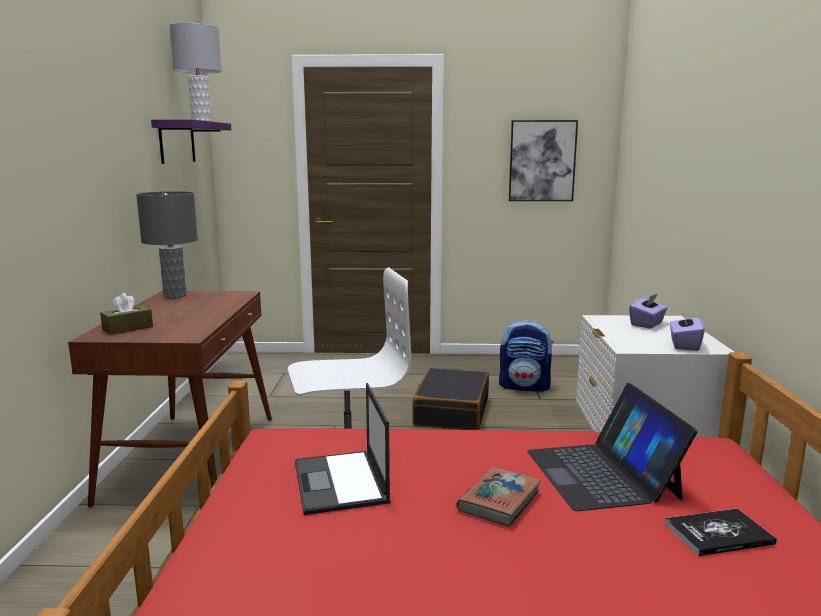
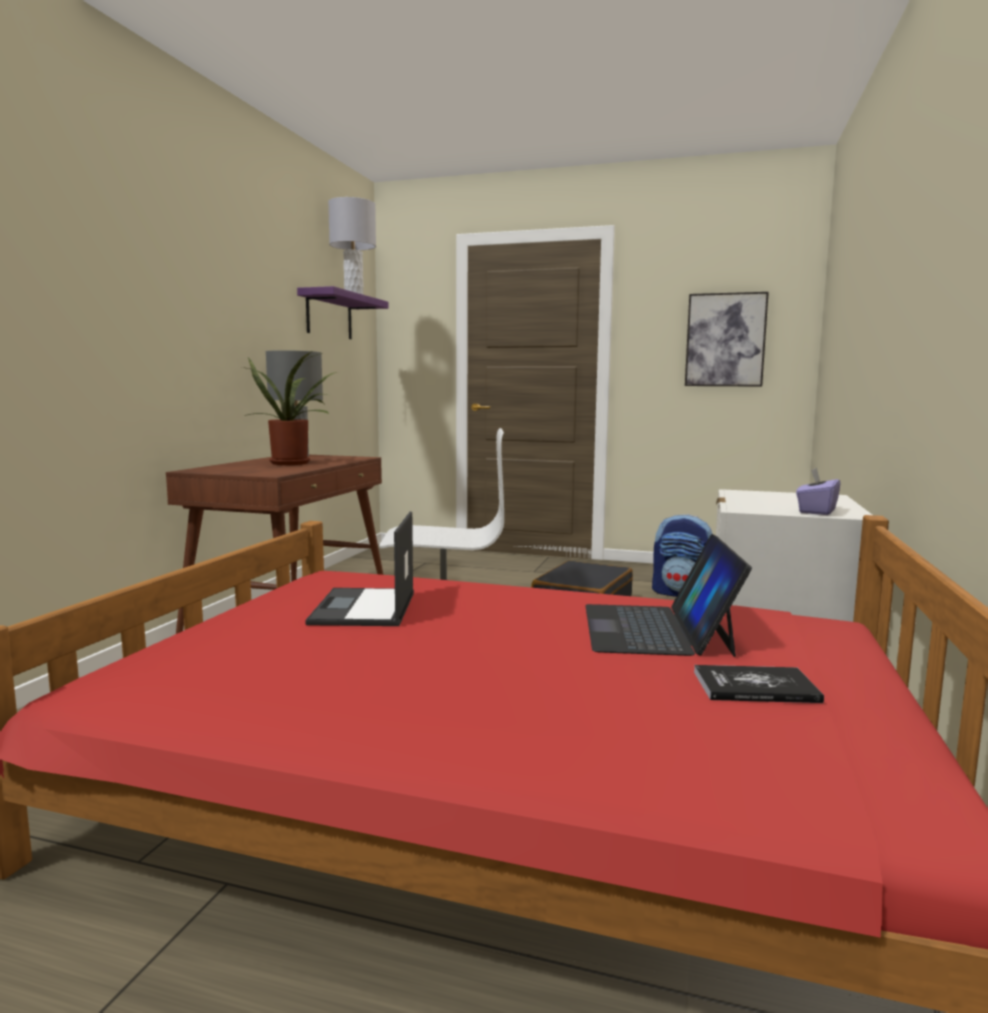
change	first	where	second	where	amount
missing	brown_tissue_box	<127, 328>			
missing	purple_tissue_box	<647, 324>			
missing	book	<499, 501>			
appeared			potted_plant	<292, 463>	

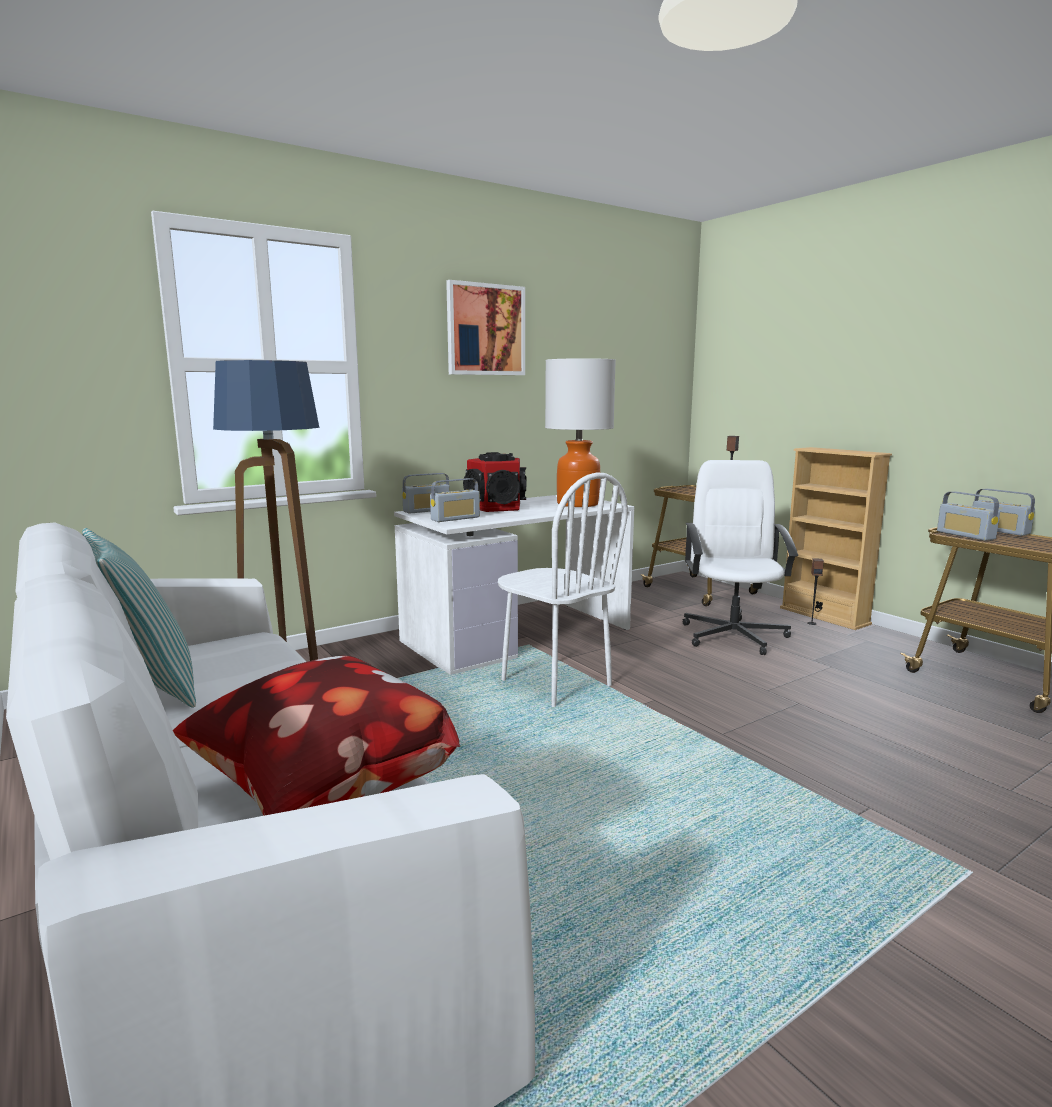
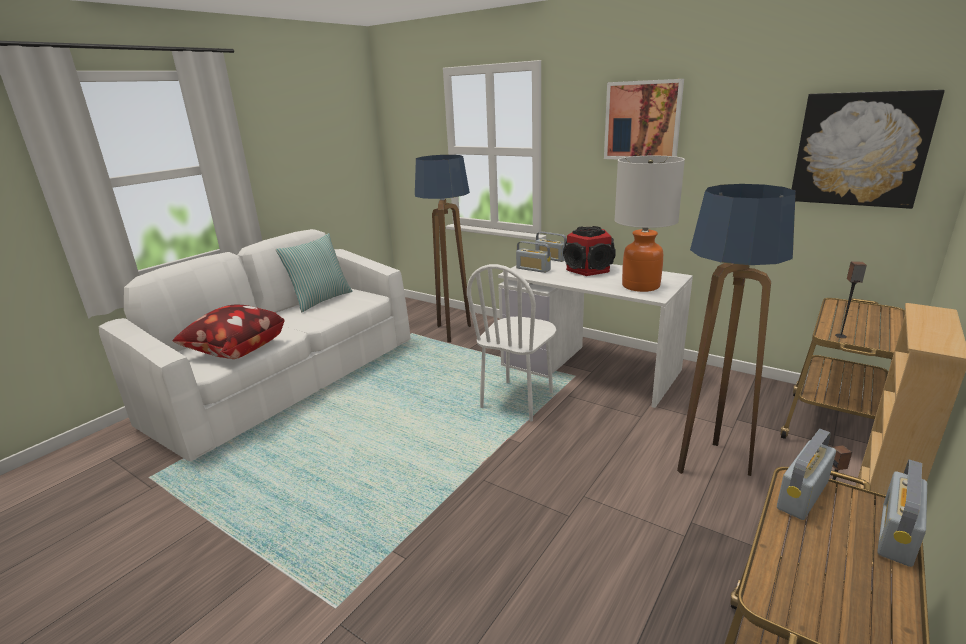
change	first	where	second	where	amount
exchanged	white_office_chair	<733, 635>	floor_lamp	<708, 464>	
appeared			picture	<860, 149>	

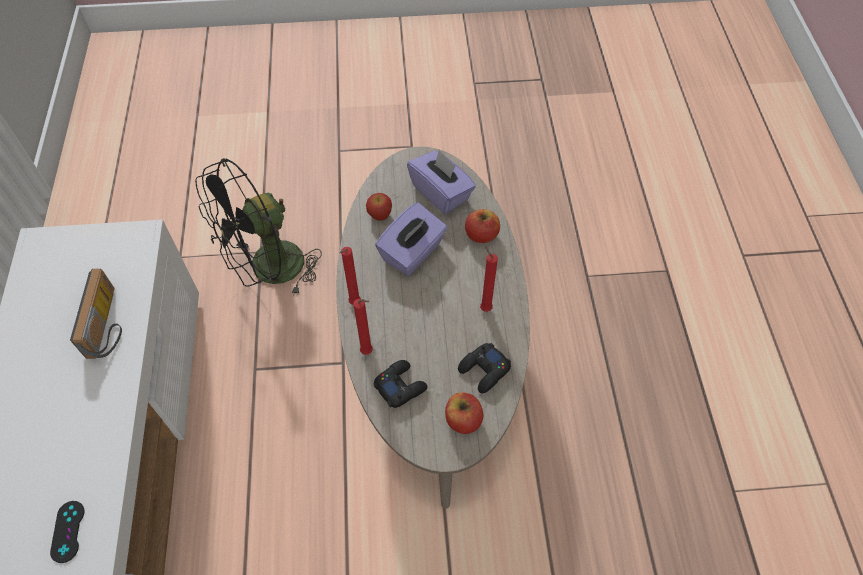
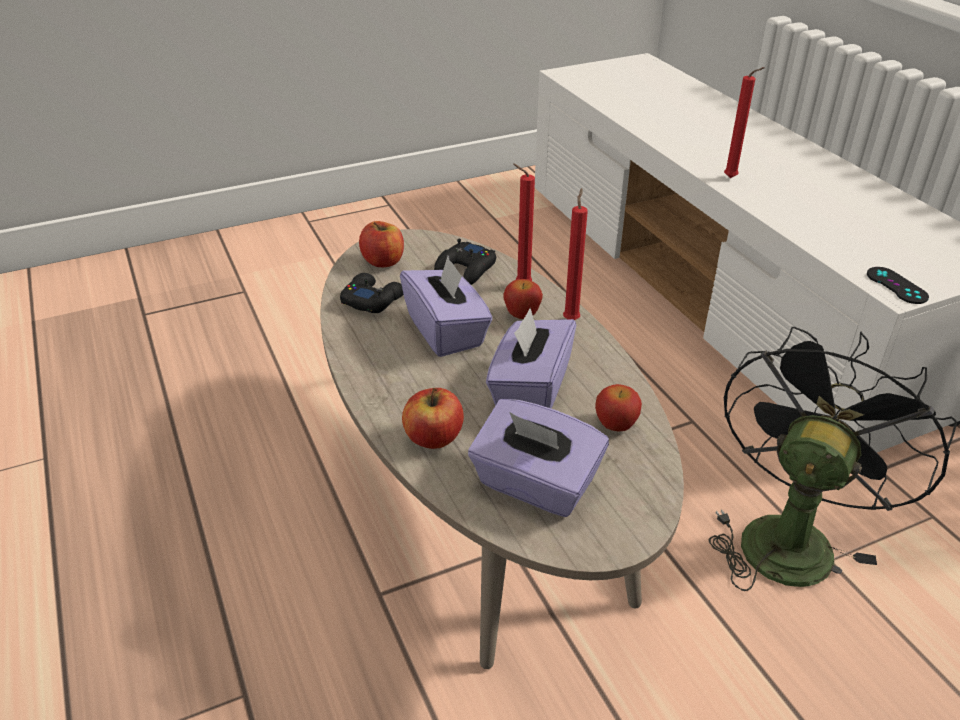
change	first	where	second	where	amount
relocated	red_candle	<484, 307>		<732, 178>	
missing	radio	<108, 325>			
relocated	black_game_controller	<68, 531>		<896, 285>	
appeared			purple_tissue_box	<446, 331>	
appeared			apple	<522, 314>	

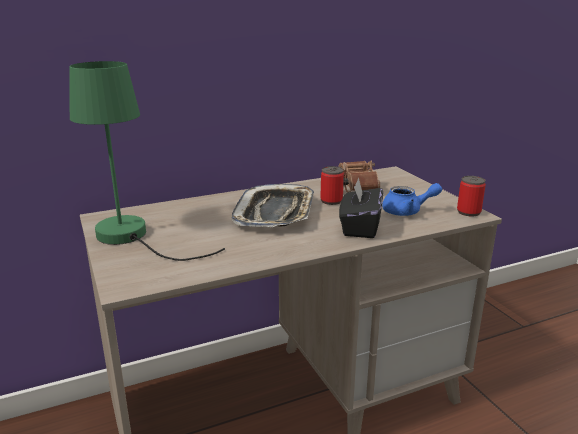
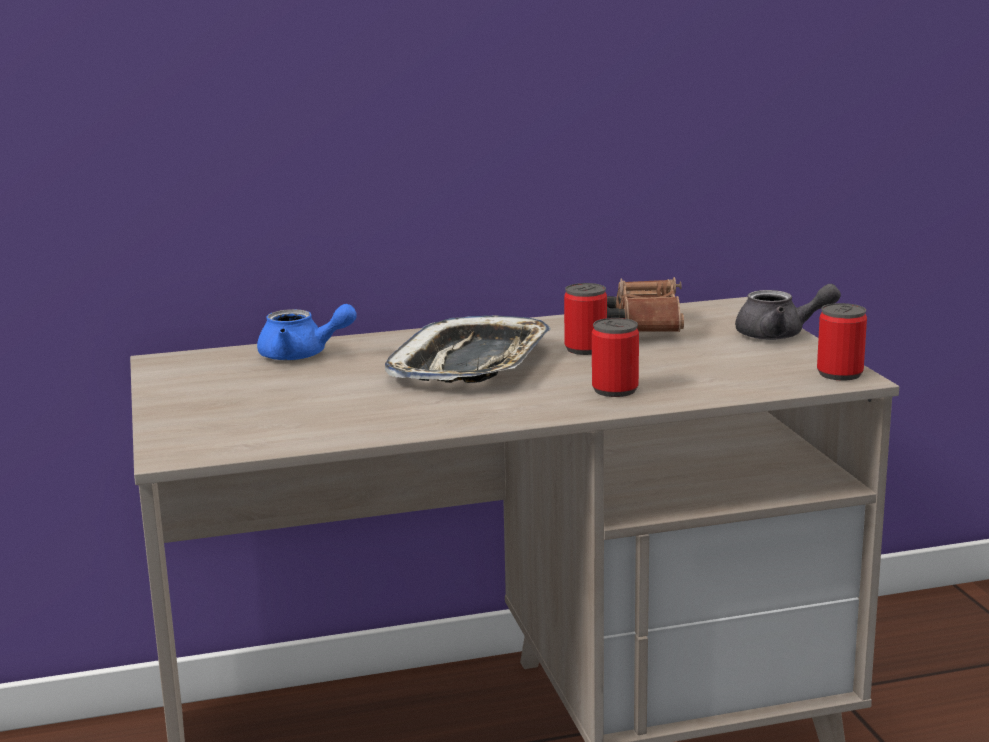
change	first	where	second	where	amount
missing	green_table_lamp	<132, 237>			
exchanged	black_tissue_box	<360, 227>	can	<615, 390>	
relocated	blue_teapot	<407, 211>		<302, 355>	
appeared			grey_teapot	<780, 335>	

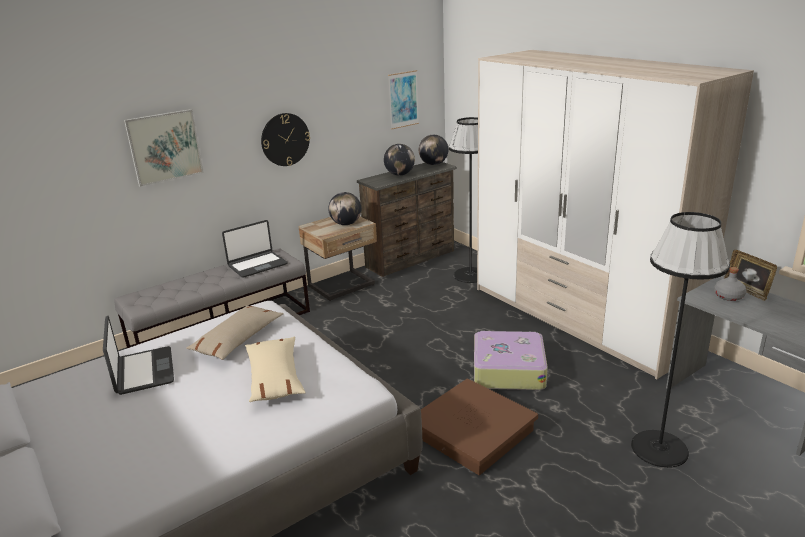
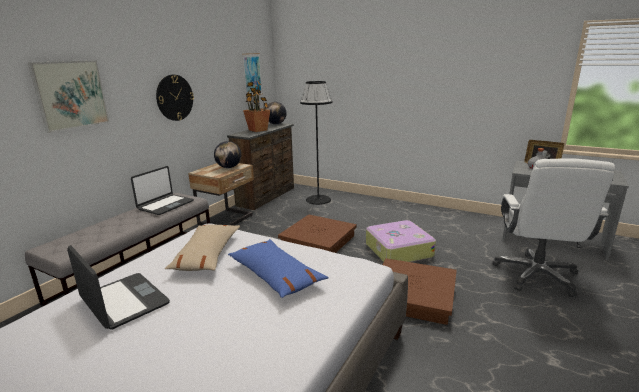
change	first	where	second	where	amount
missing	wardrobe	<579, 317>			
exchanged	globe	<400, 174>	potted_plant	<257, 130>	
exchanged	black_floor_lamp	<659, 448>	white_office_chair	<536, 275>	
colour	beige_pillow	<275, 377>	blue_pillow	<275, 276>	
appeared			brown_storage_box	<318, 240>	

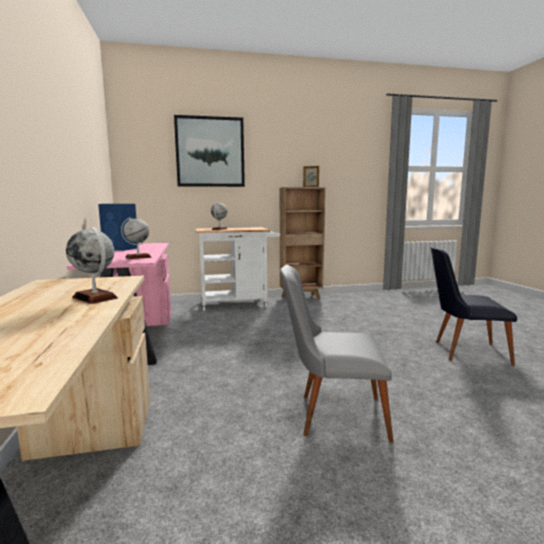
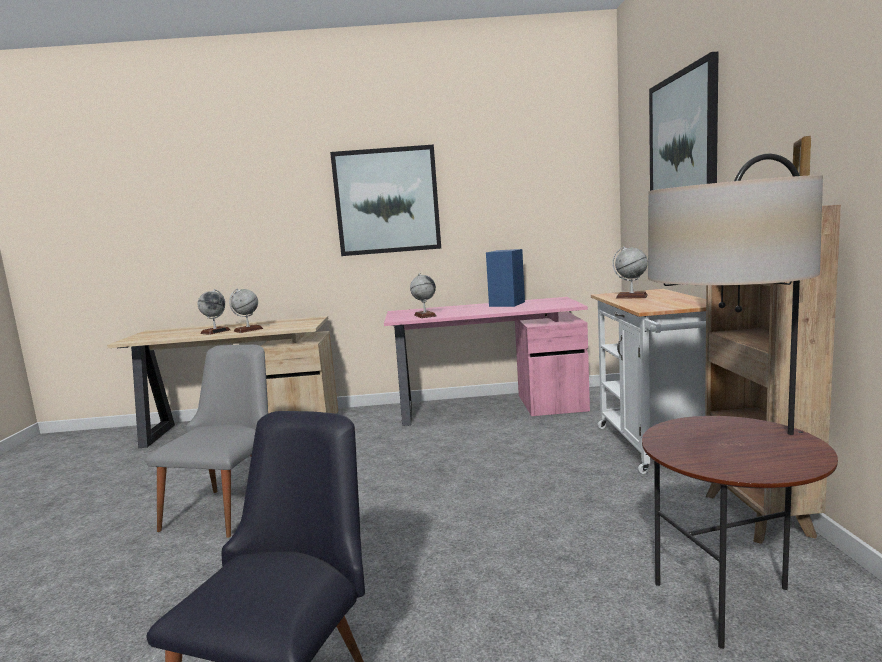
change	first	where	second	where	amount
appeared			picture	<387, 201>	
appeared			floor_lamp	<730, 602>	
appeared			globe	<215, 331>	

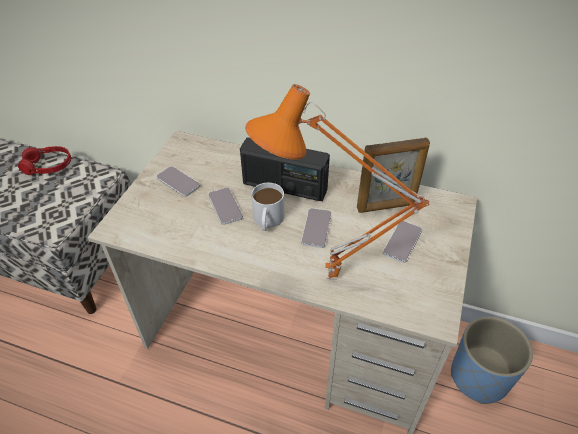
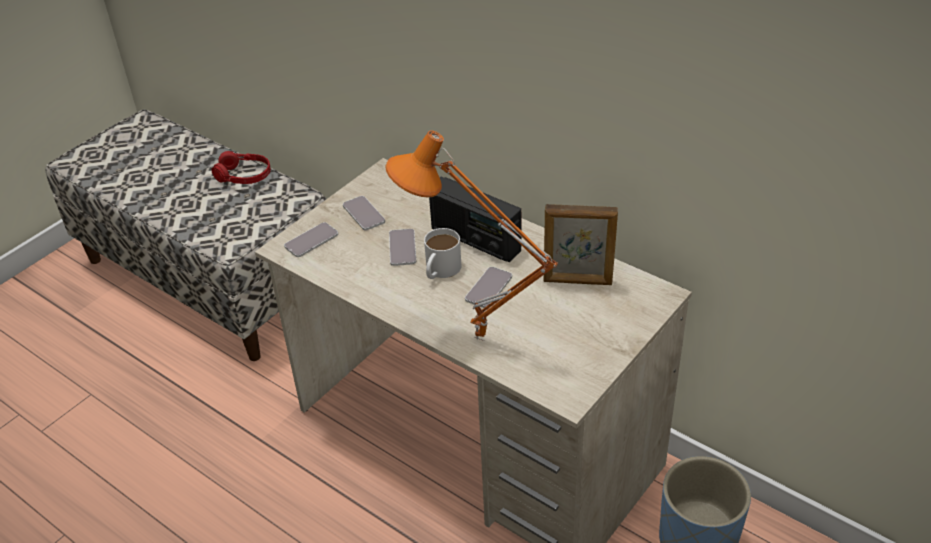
change	first	where	second	where	amount
relocated	phone	<402, 242>		<311, 240>	

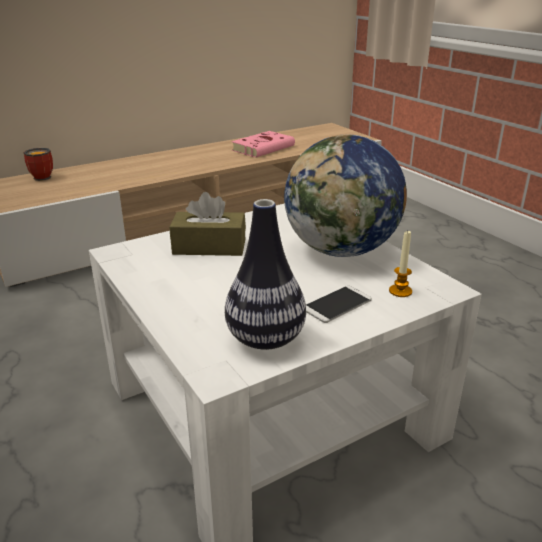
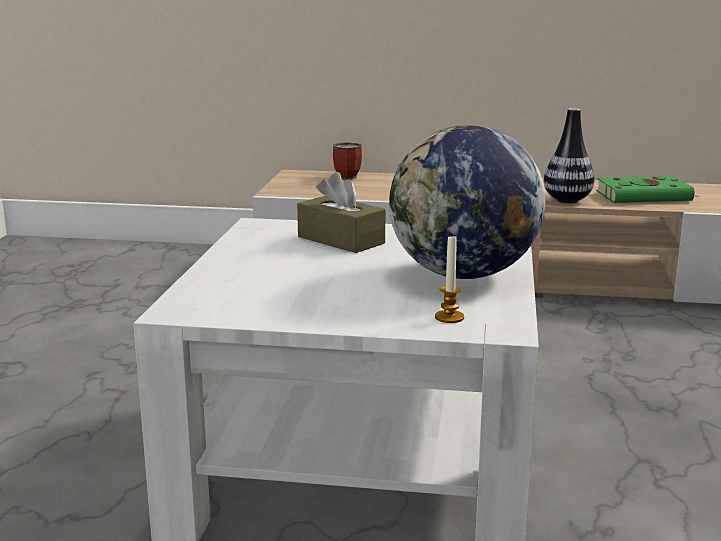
change	first	where	second	where	amount
colour	pink_book	<264, 148>	green_book	<646, 196>	
relocated	vase	<265, 340>		<567, 200>	
missing	phone	<337, 305>			

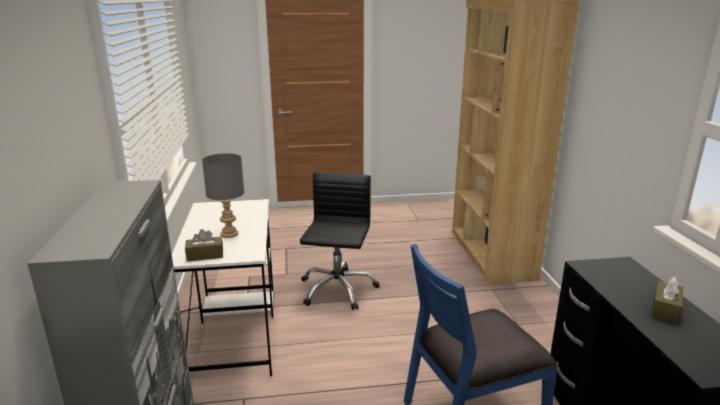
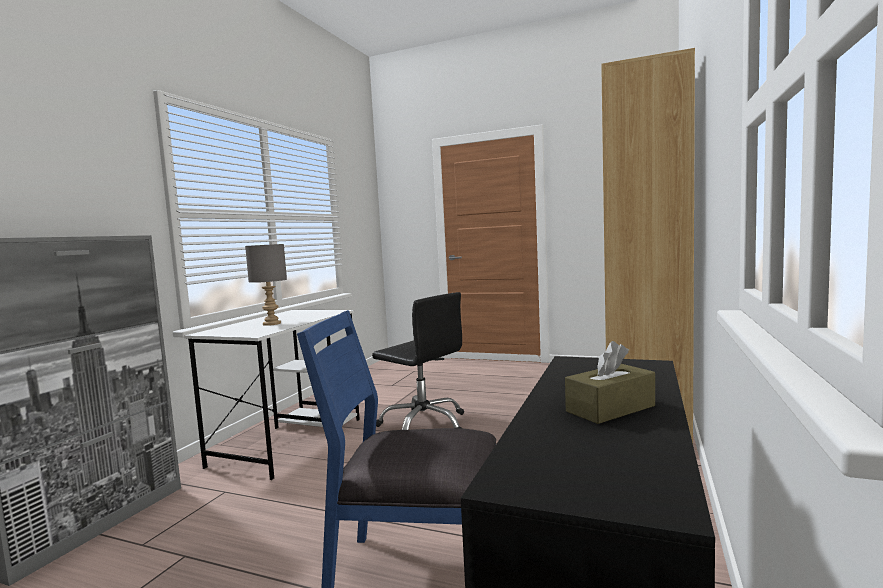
change	first	where	second	where	amount
spun	black_office_chair	<337, 289>		<424, 424>	90 degrees clockwise
missing	brown_tissue_box	<205, 255>			

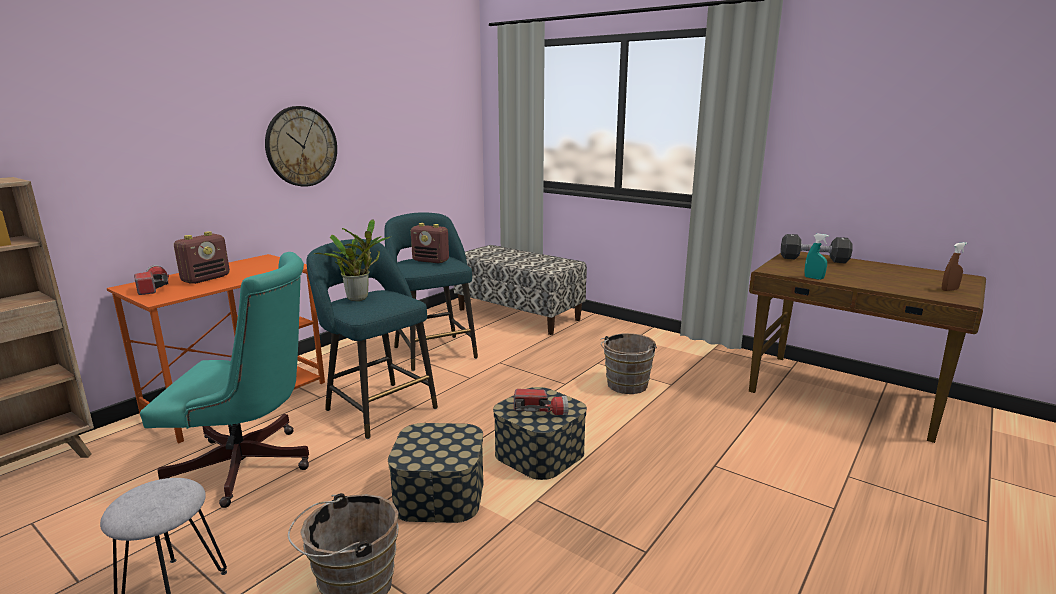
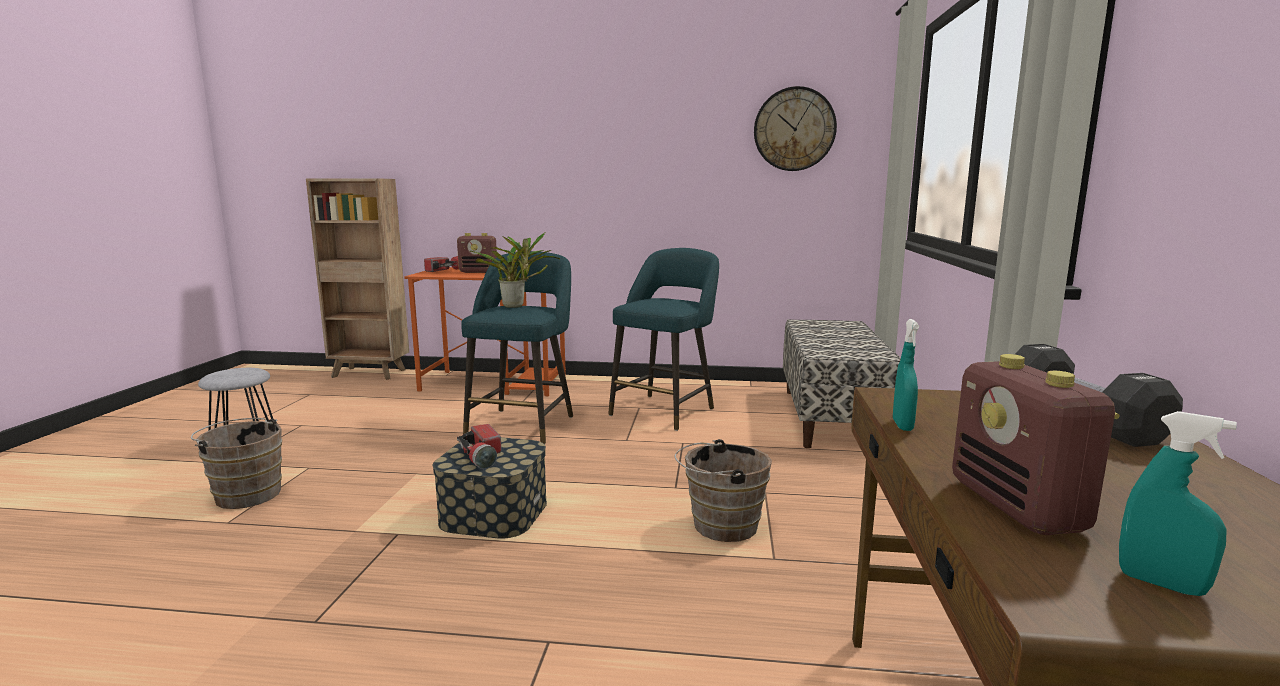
change	first	where	second	where	amount
relocated	wall_clock	<301, 146>		<794, 129>	
relocated	radio	<431, 261>		<1018, 507>	
colour	brown_spray_bottle	<949, 290>	turquoise_spray_bottle	<1161, 584>	
missing	turquoise_office_chair	<250, 467>			
missing	storage_box	<439, 494>			

